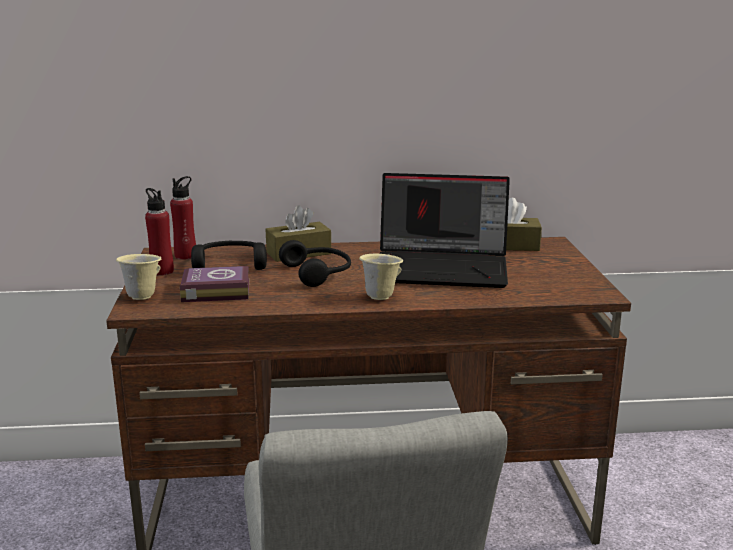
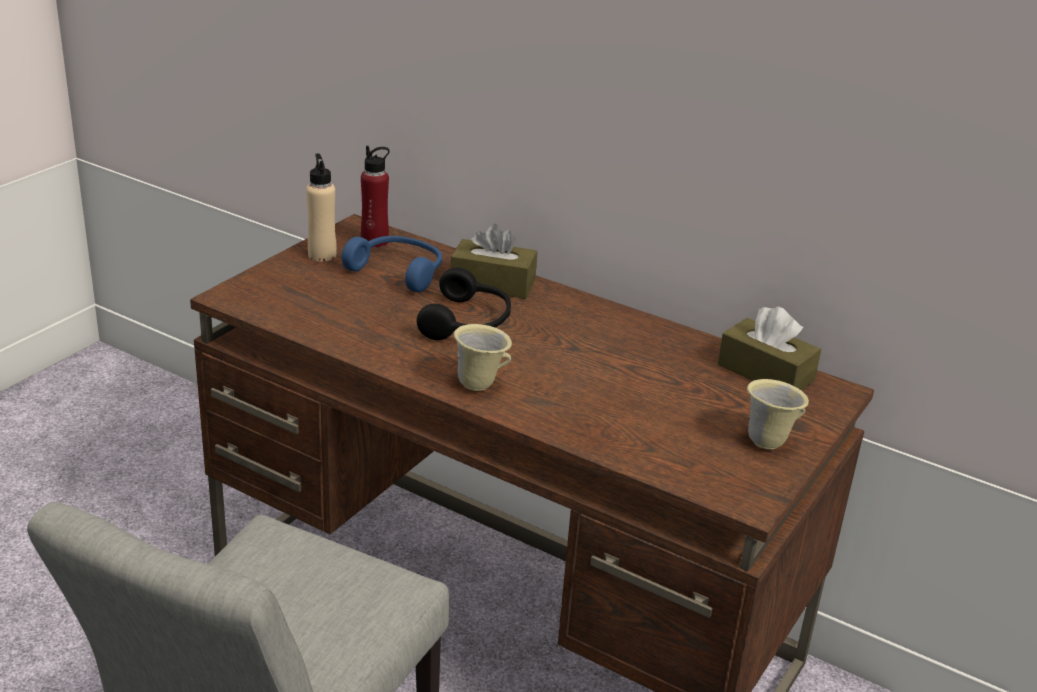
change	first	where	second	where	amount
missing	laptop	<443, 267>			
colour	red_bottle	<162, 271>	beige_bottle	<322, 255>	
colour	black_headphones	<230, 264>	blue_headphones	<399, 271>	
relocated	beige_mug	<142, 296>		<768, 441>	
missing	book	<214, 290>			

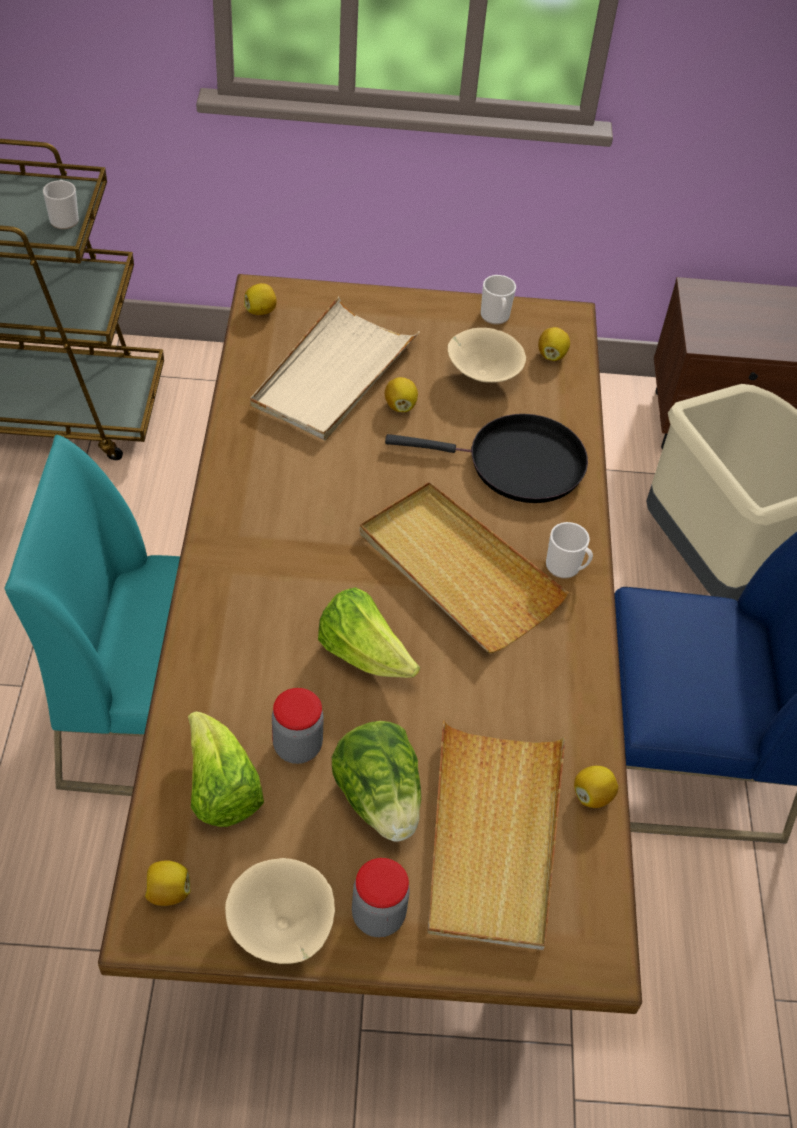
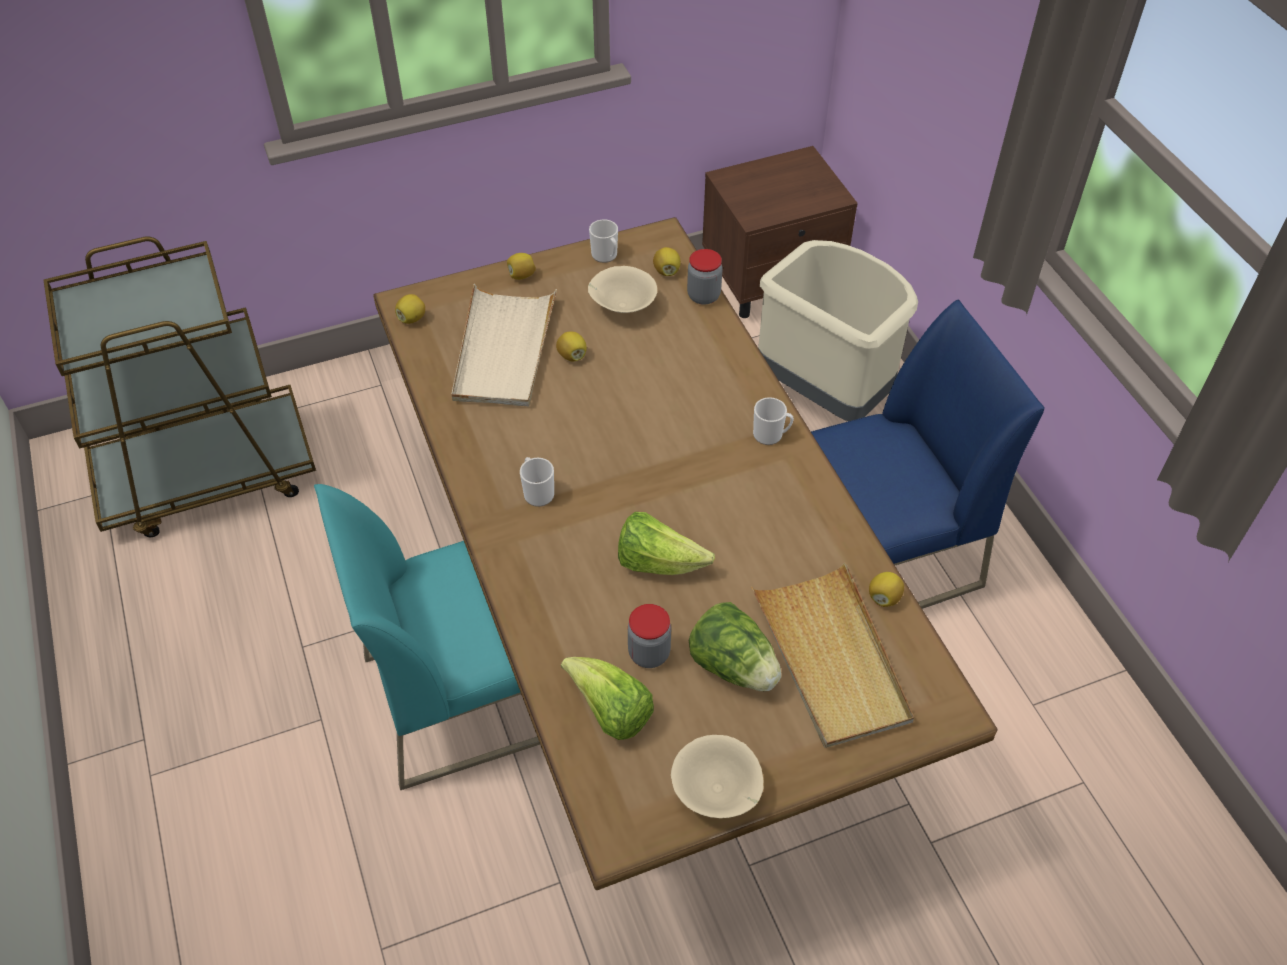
change	first	where	second	where	amount
relocated	mug	<64, 218>		<537, 492>	
missing	black_frying_pan	<517, 464>			
missing	beige_tray	<457, 570>			
relocated	jar	<378, 915>		<703, 296>	
relocated	lemon	<168, 891>		<521, 275>	

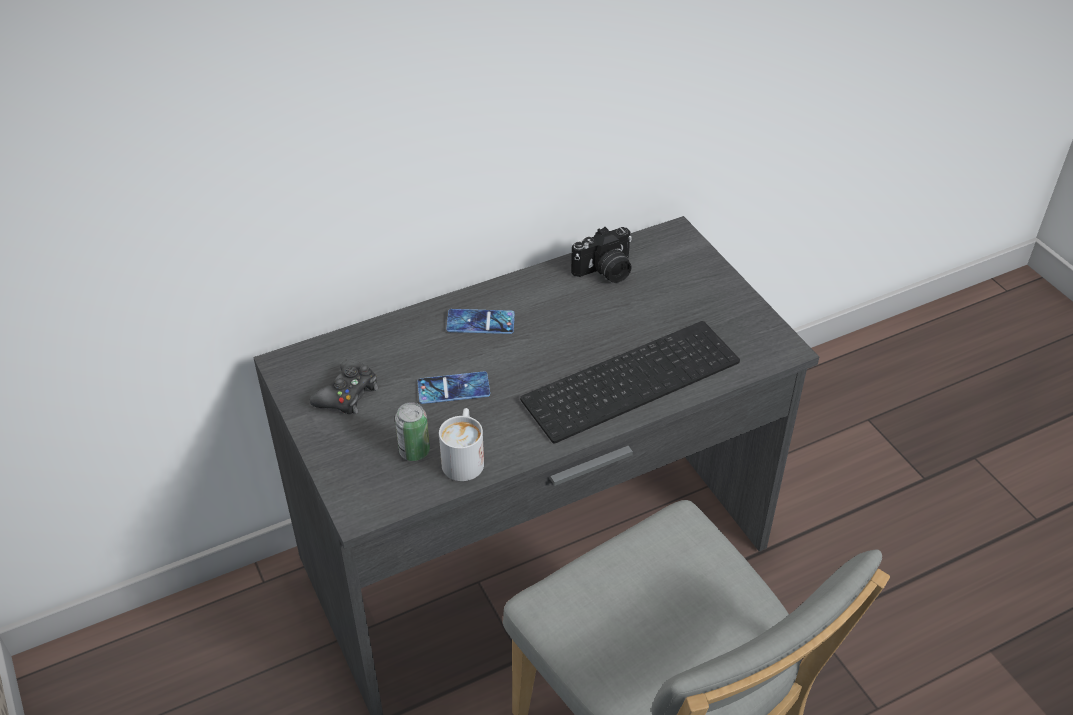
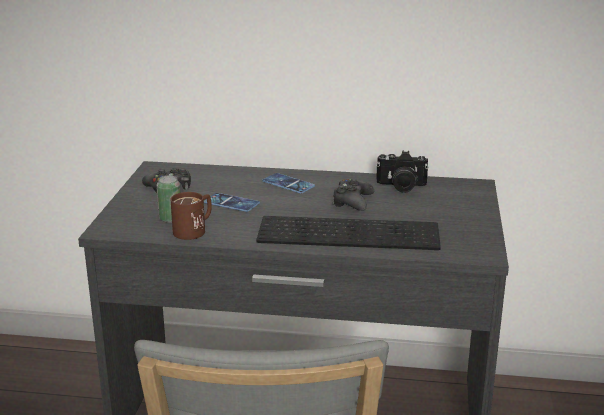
change	first	where	second	where	amount
colour	white_mug	<464, 457>	brown_mug	<194, 230>	
appeared			black_game_controller	<352, 202>	

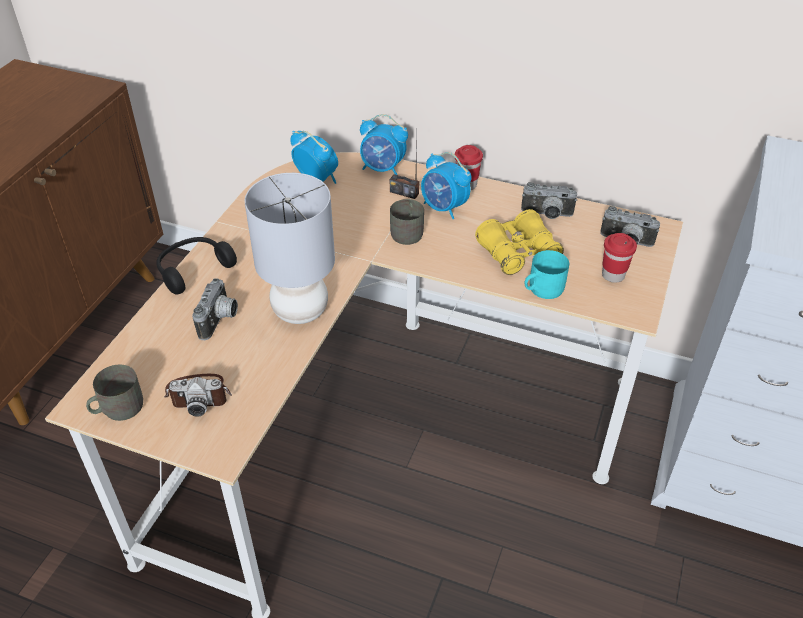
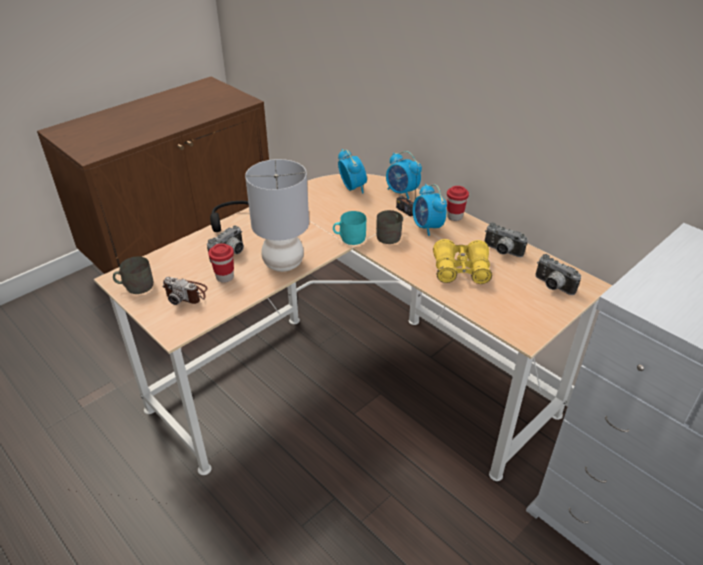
change	first	where	second	where	amount
relocated	red_cup	<613, 275>		<225, 277>	
relocated	turquoise_mug	<542, 289>		<349, 238>	

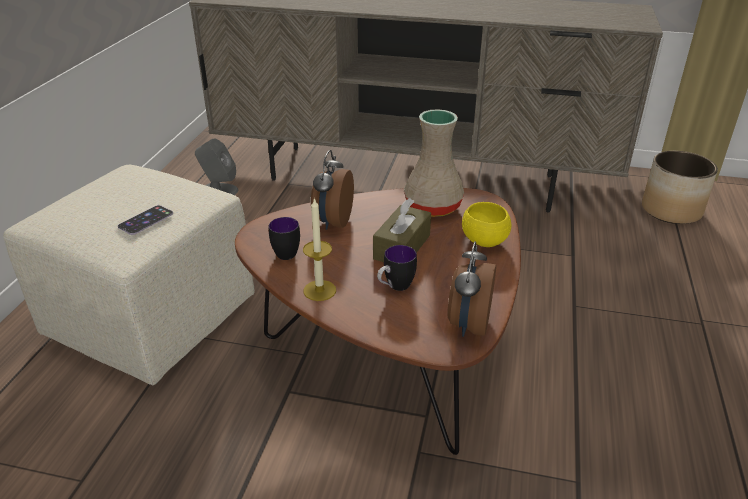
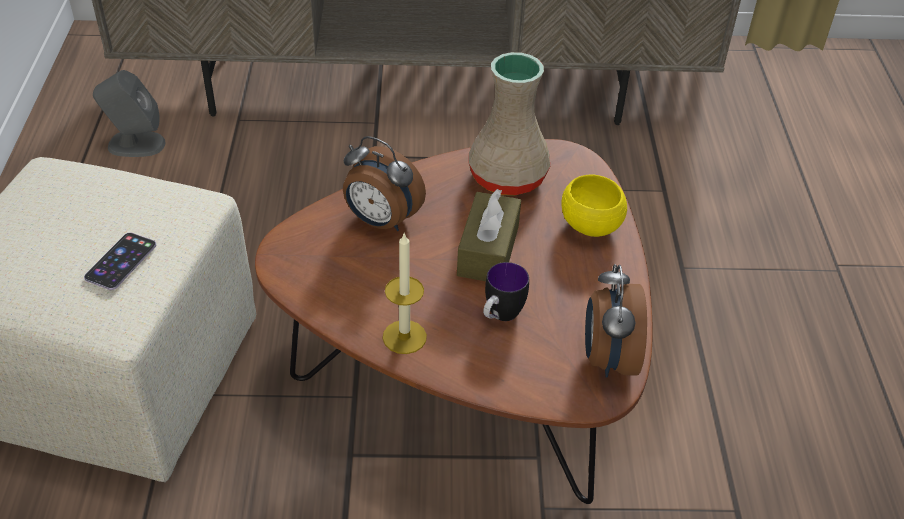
change	first	where	second	where	amount
spun	alarm_clock	<332, 222>		<381, 221>	60 degrees counterclockwise
missing	planter	<671, 210>			
missing	mug	<287, 251>			

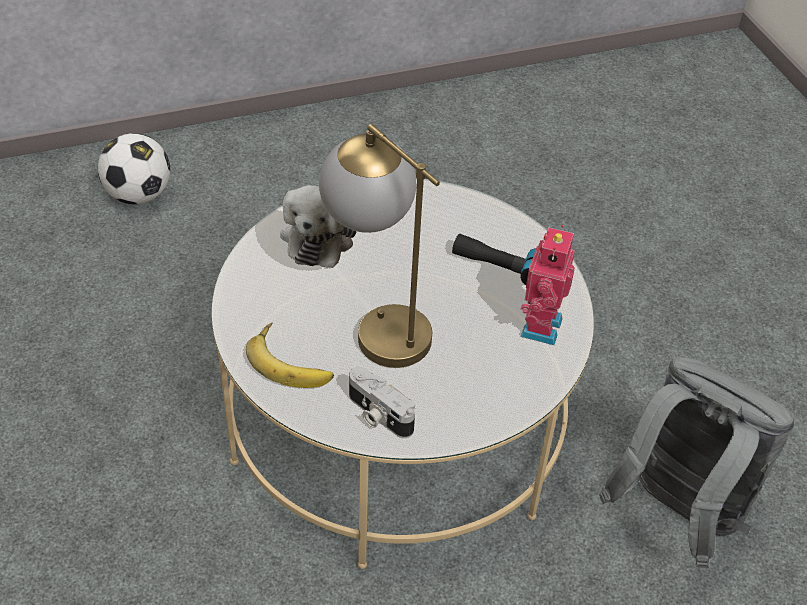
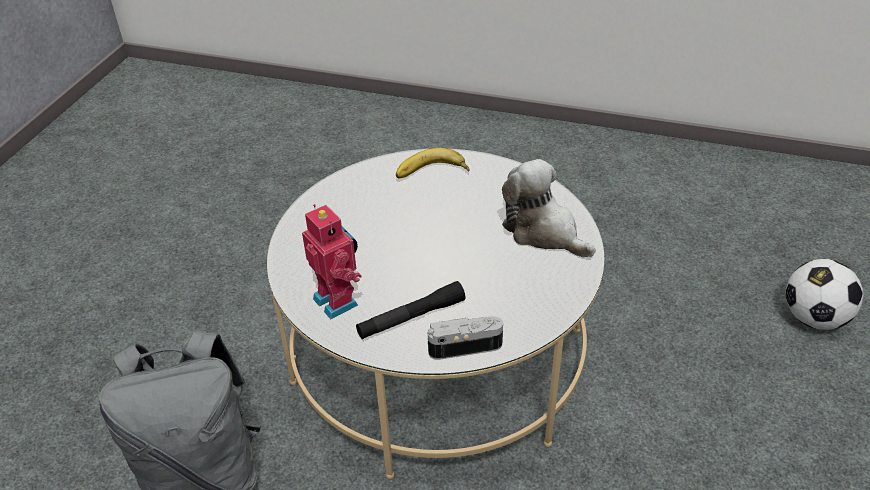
change	first	where	second	where	amount
missing	table_lamp	<377, 323>			
relocated	photo_camera	<378, 415>		<464, 345>	

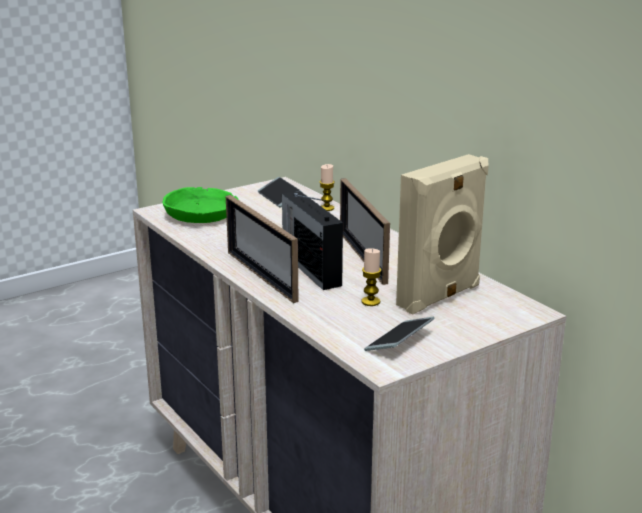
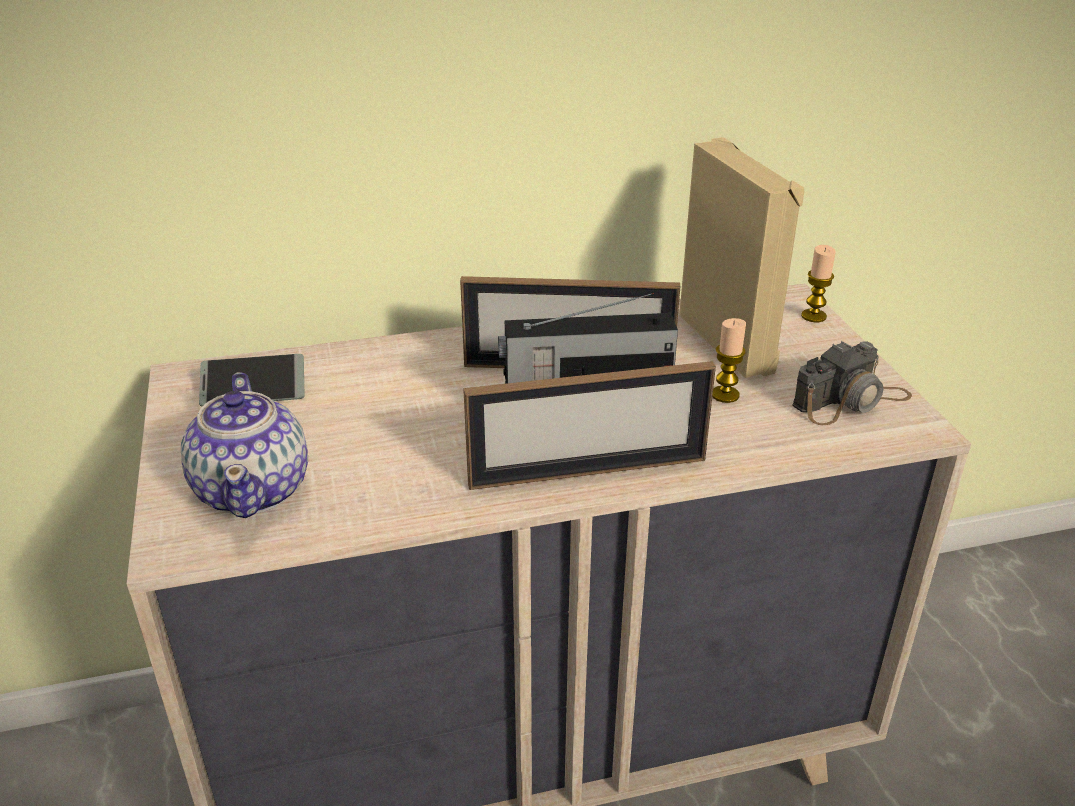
change	first	where	second	where	amount
relocated	candle	<326, 208>		<813, 316>	
exchanged	green_bowl	<202, 214>	teapot	<254, 489>	
exchanged	phone	<399, 341>	photo_camera	<851, 400>	

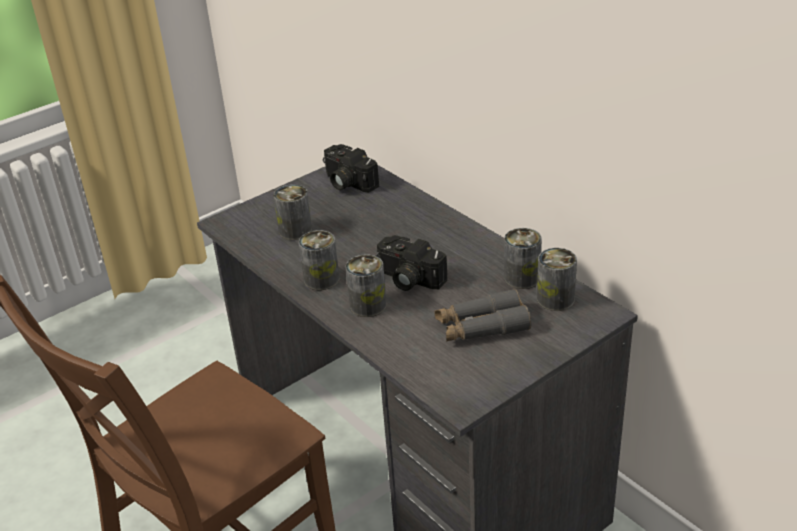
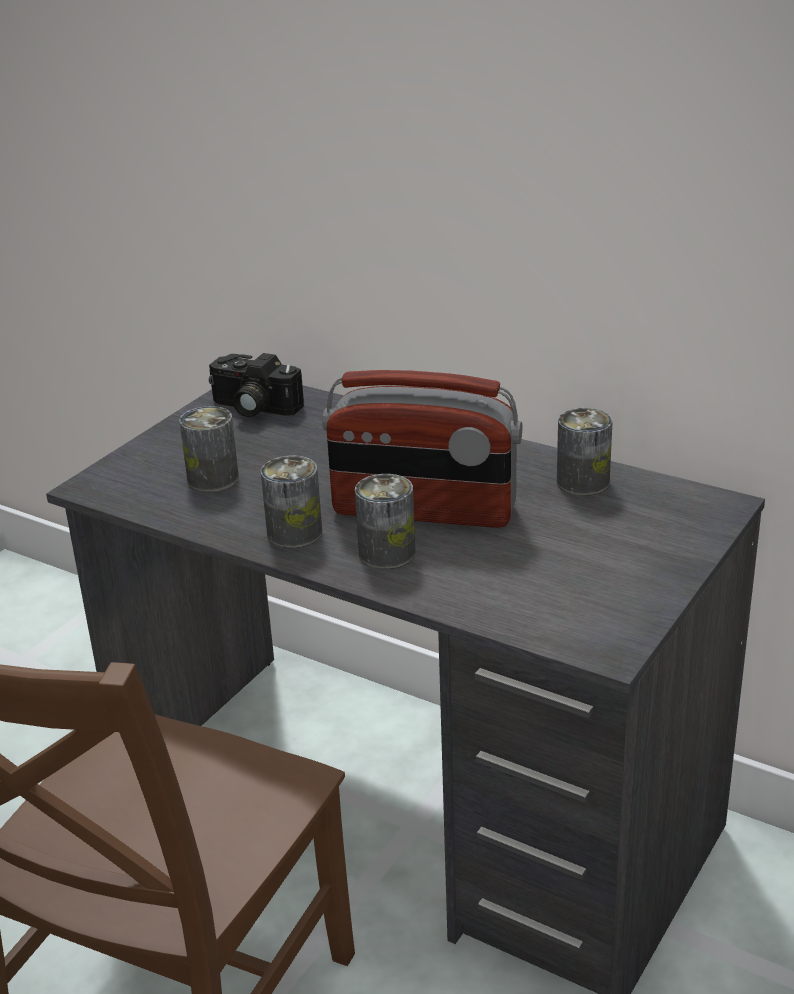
change	first	where	second	where	amount
exchanged	photo_camera	<407, 279>	radio	<423, 511>	
missing	can	<555, 299>			
missing	grey_binoculars	<481, 327>			

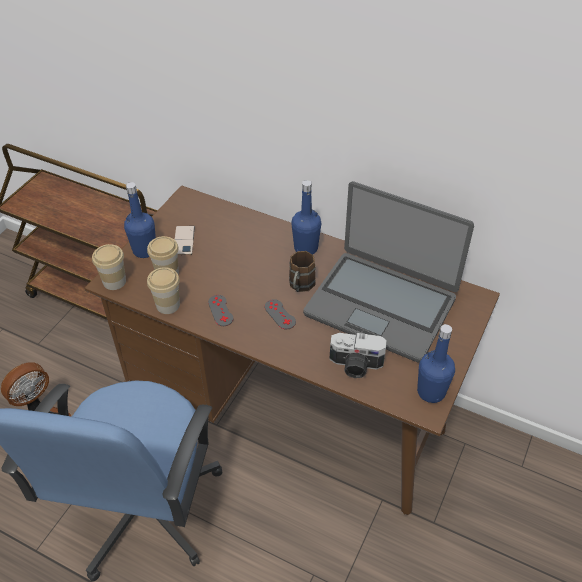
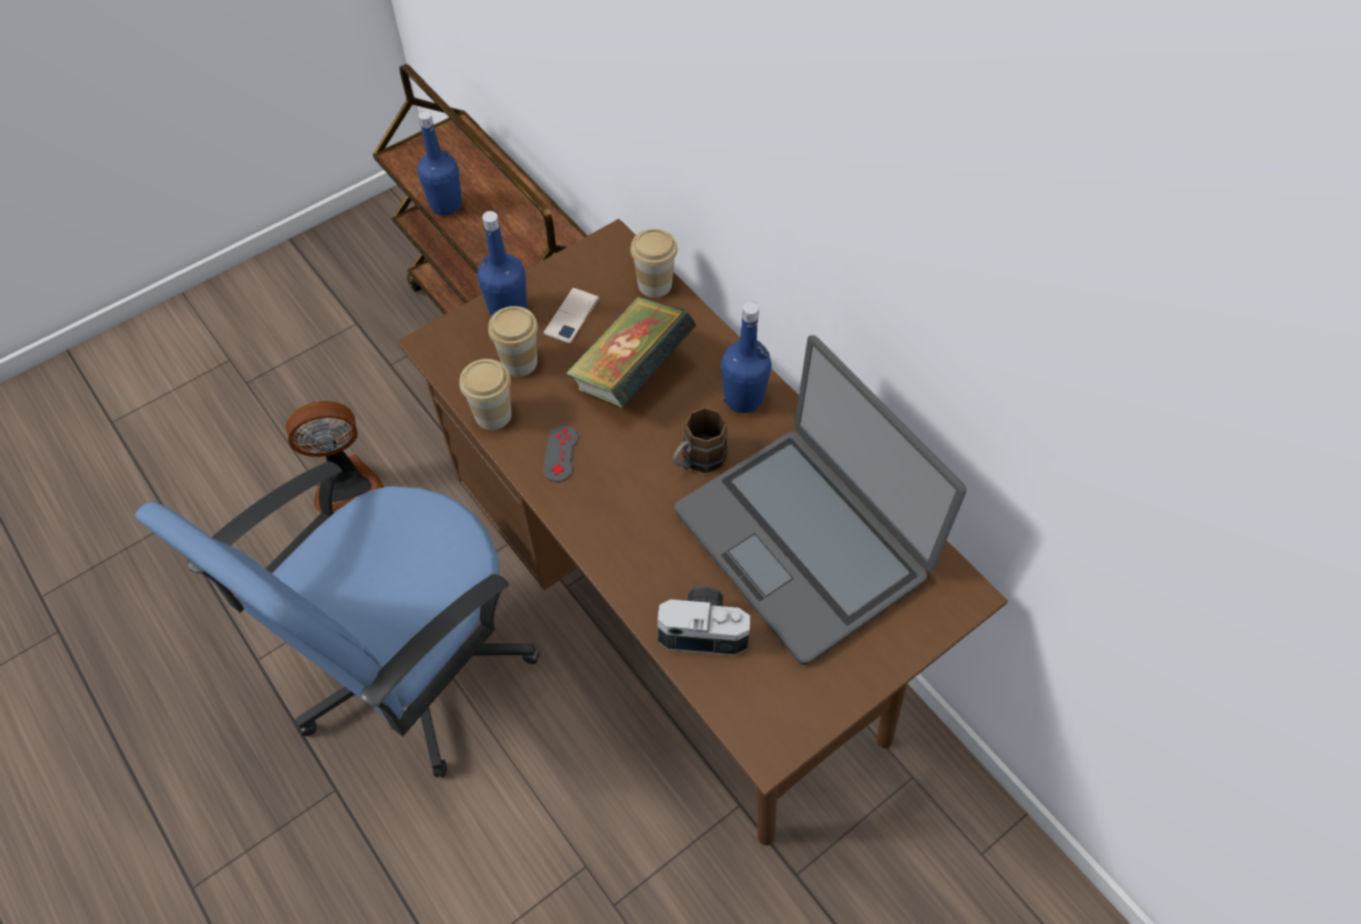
change	first	where	second	where	amount
relocated	cup	<114, 281>		<655, 284>	
missing	grey_game_controller	<280, 314>			
relocated	blue_bottle	<431, 392>		<446, 204>	
spun	photo_camera	<355, 365>		<704, 627>	150 degrees clockwise
appeared			book	<631, 374>	

